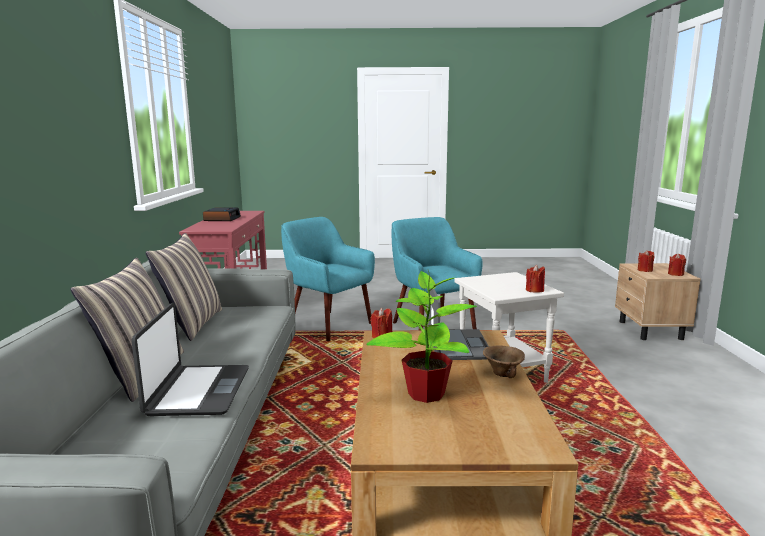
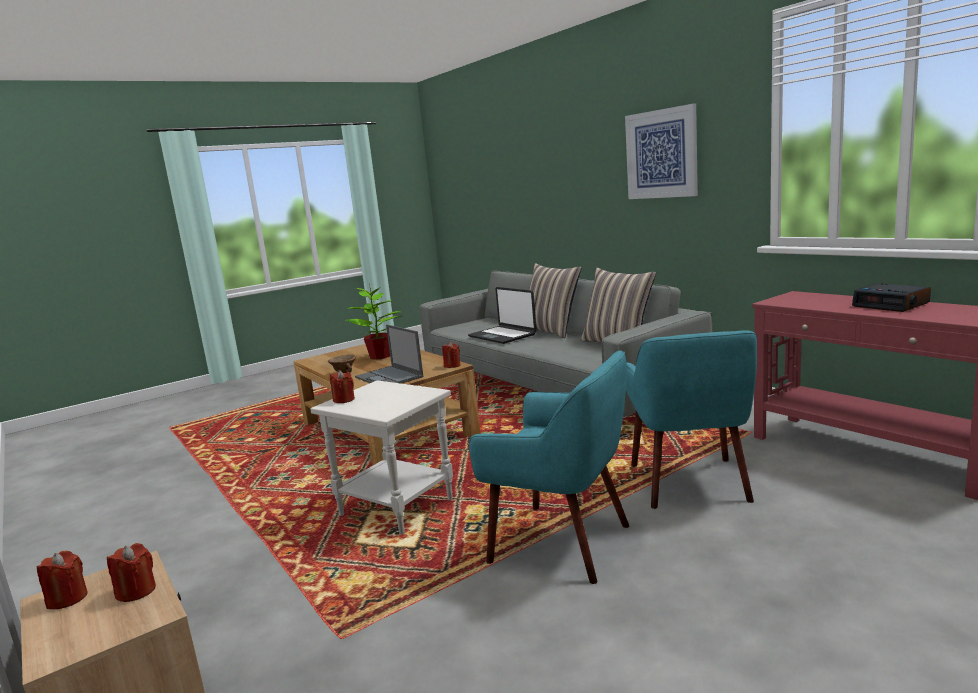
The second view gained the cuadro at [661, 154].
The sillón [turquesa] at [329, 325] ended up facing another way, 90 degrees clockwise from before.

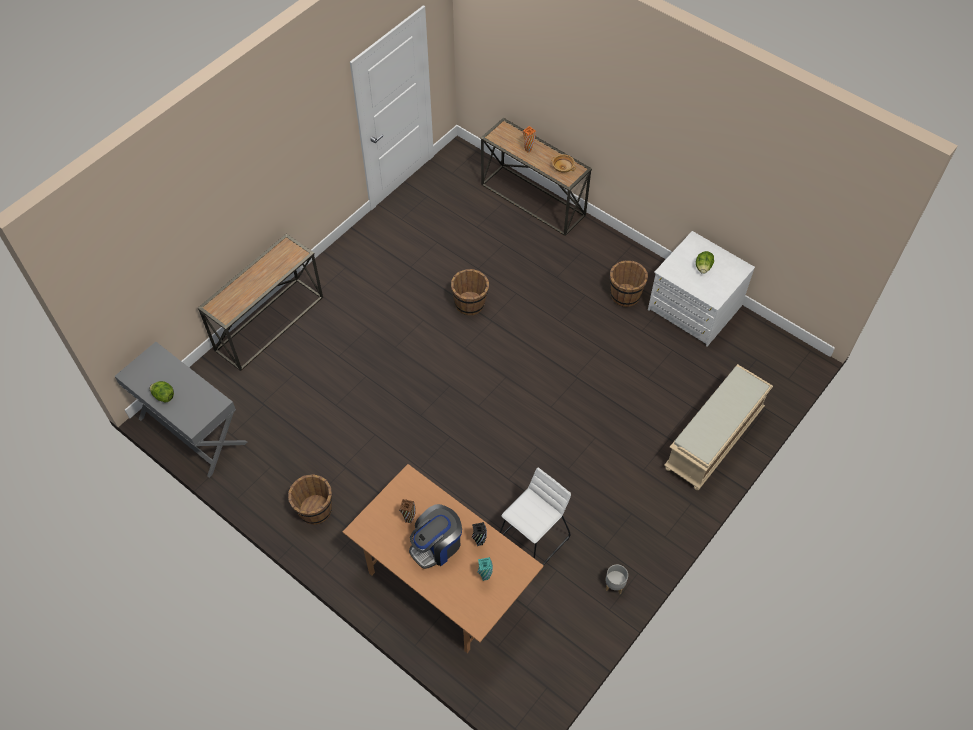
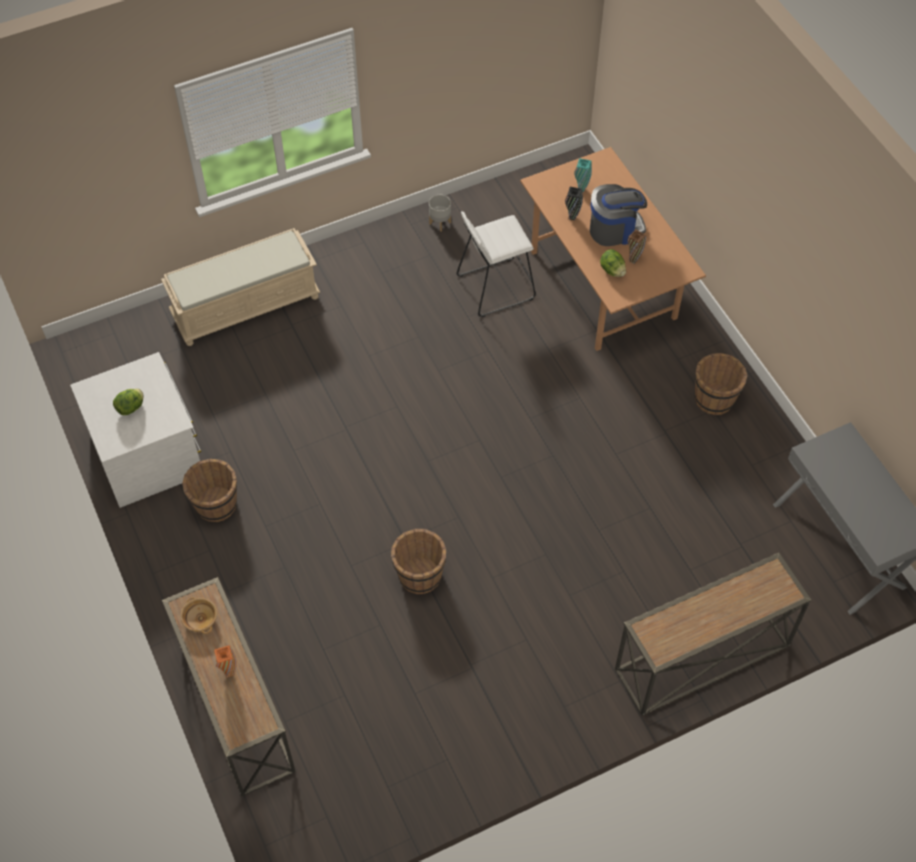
The lechuga ended up elsewhere, having gone from [163, 396] to [612, 270].

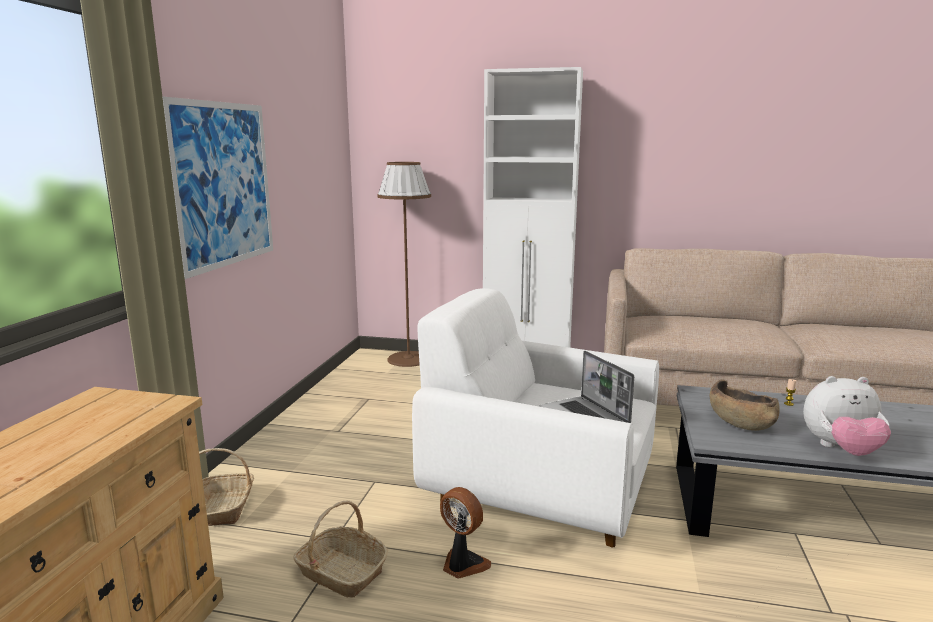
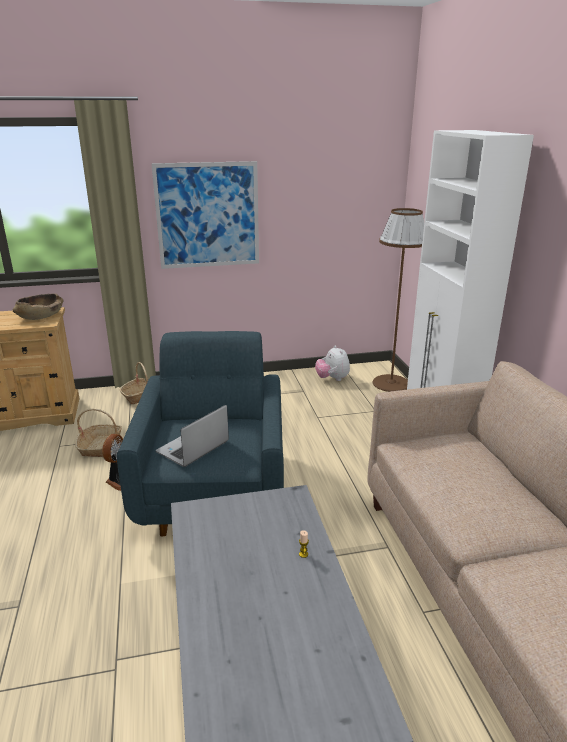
The cuenco [marrón] ended up elsewhere, having gone from [740, 421] to [40, 316].
The peluche ended up elsewhere, having gone from [841, 450] to [332, 379].
What was the sillón [blanco] at [537, 493] turned into the sillón [azul] at [213, 490].

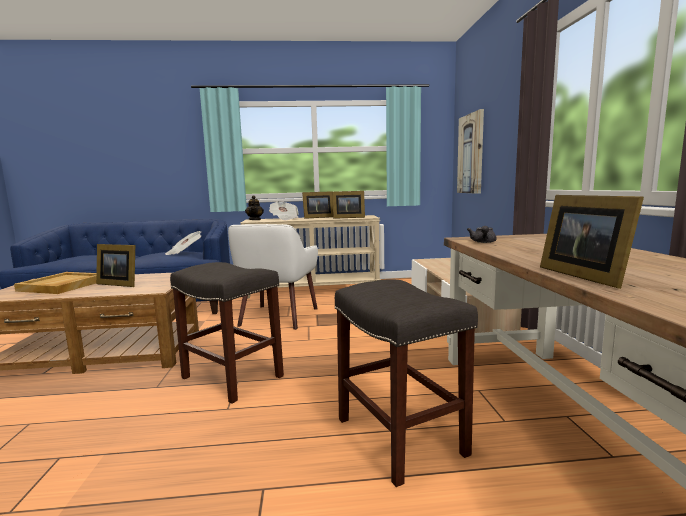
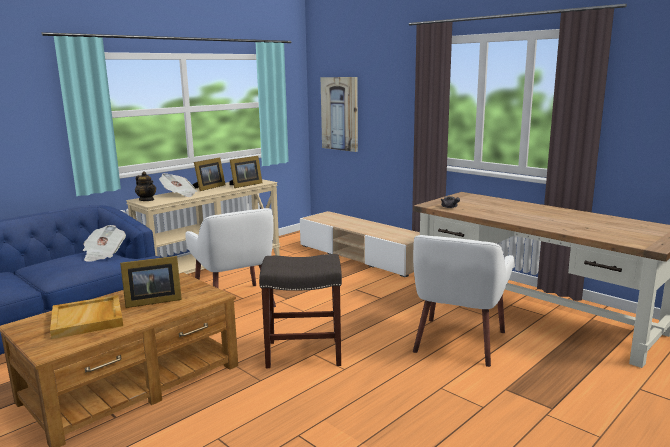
The second view lost the portarretratos at [583, 275].
Where the taburete [gris] stood at [398, 435], the sillón [blanco] came to stand at [458, 342].

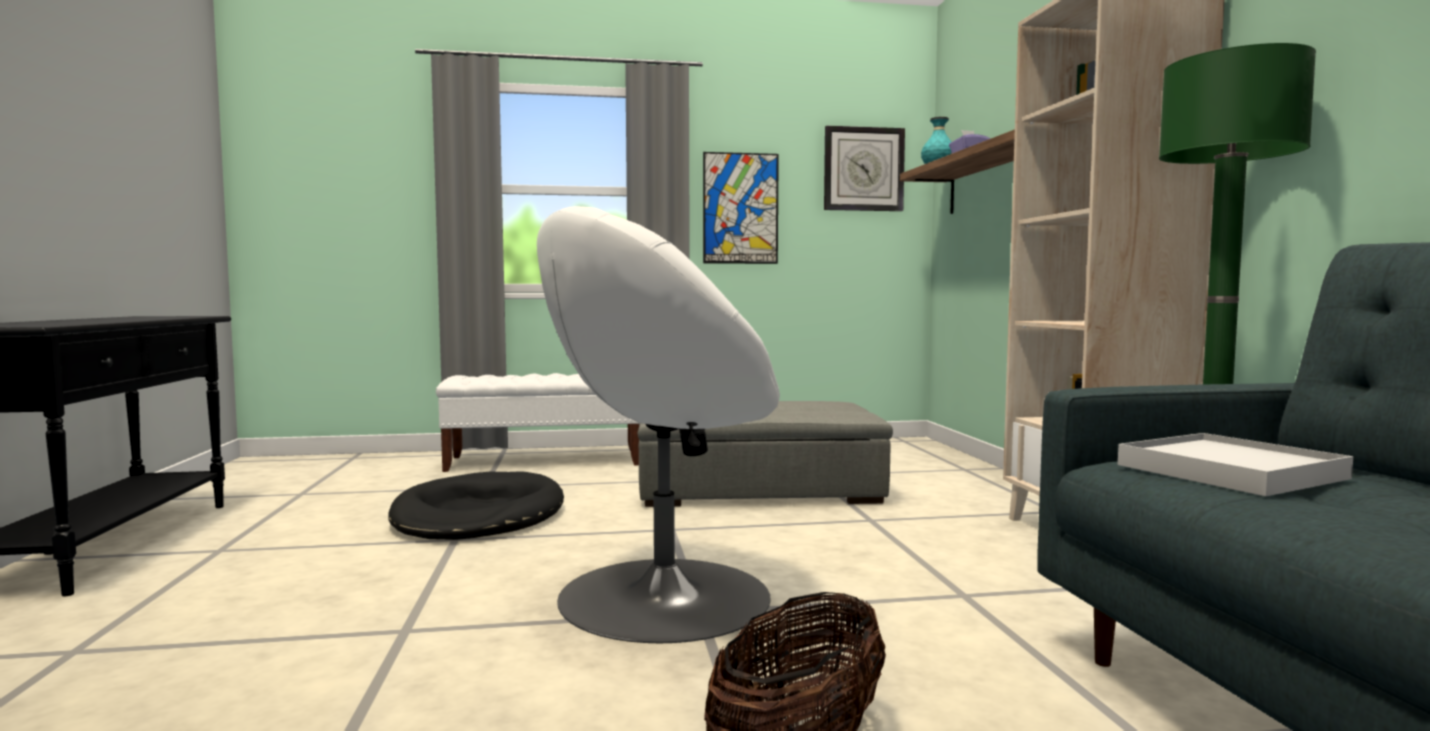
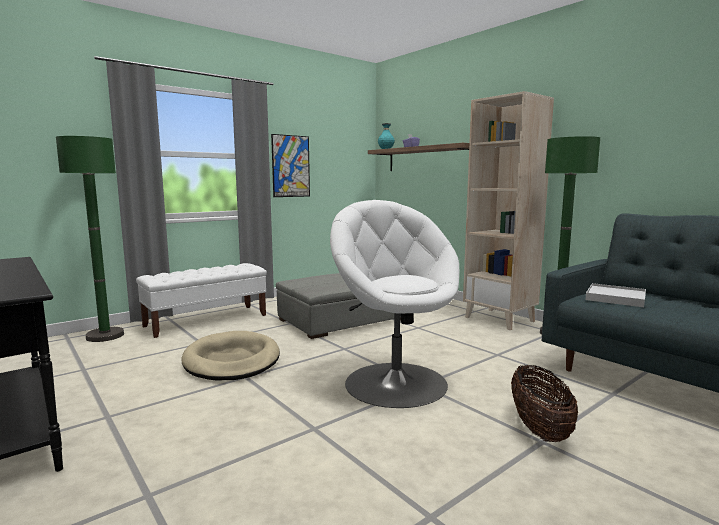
The second view lost the reloj de pared at [863, 169].
The second view gained the lámpara de pie [verde] at [105, 336].
What was the cama para perro [negro] at [478, 515] turned into the cama para perro [beis] at [232, 360].
The sillón [blanco] at [660, 596] ended up facing another way, 120 degrees clockwise from before.

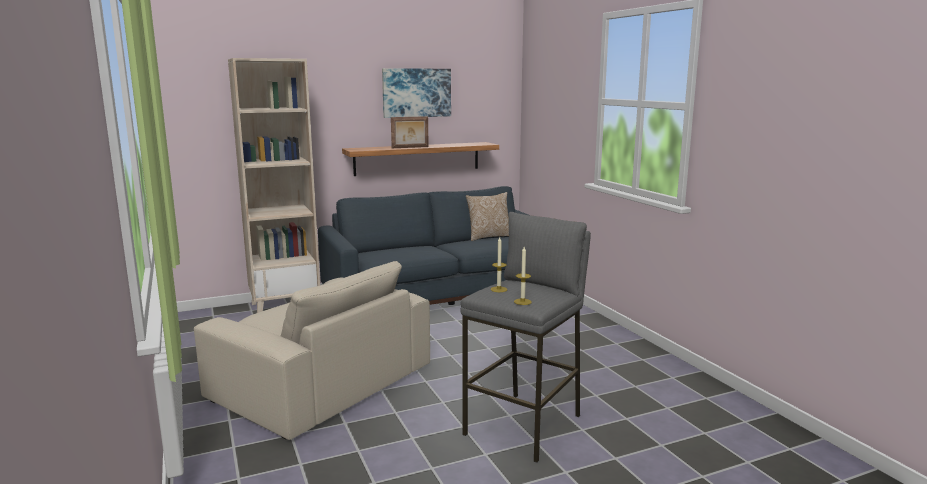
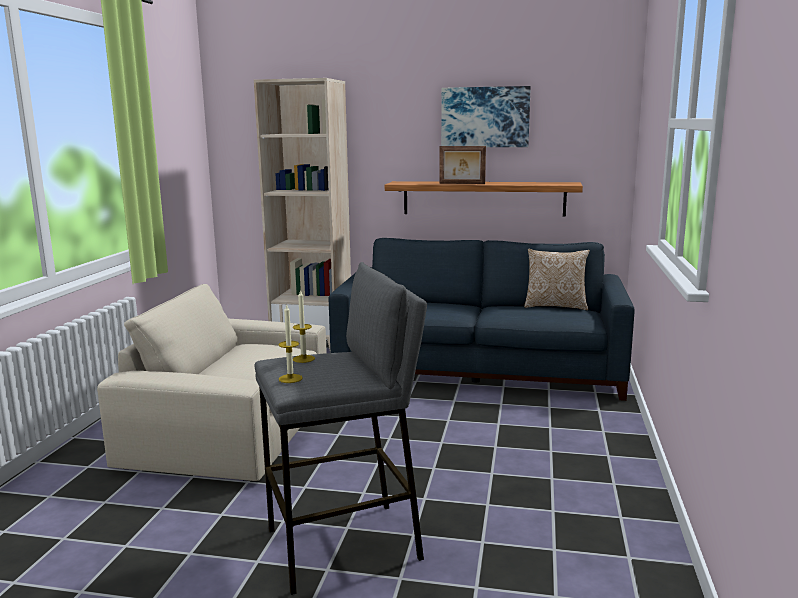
The sillón [beis] at [320, 381] ended up facing another way, 120 degrees clockwise from before.

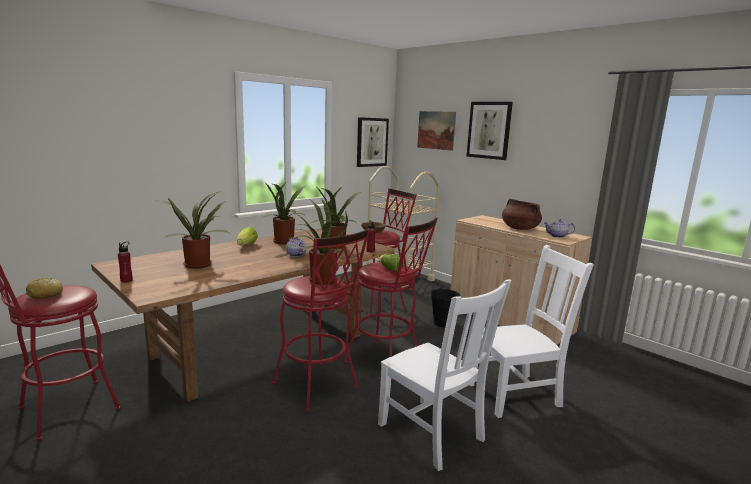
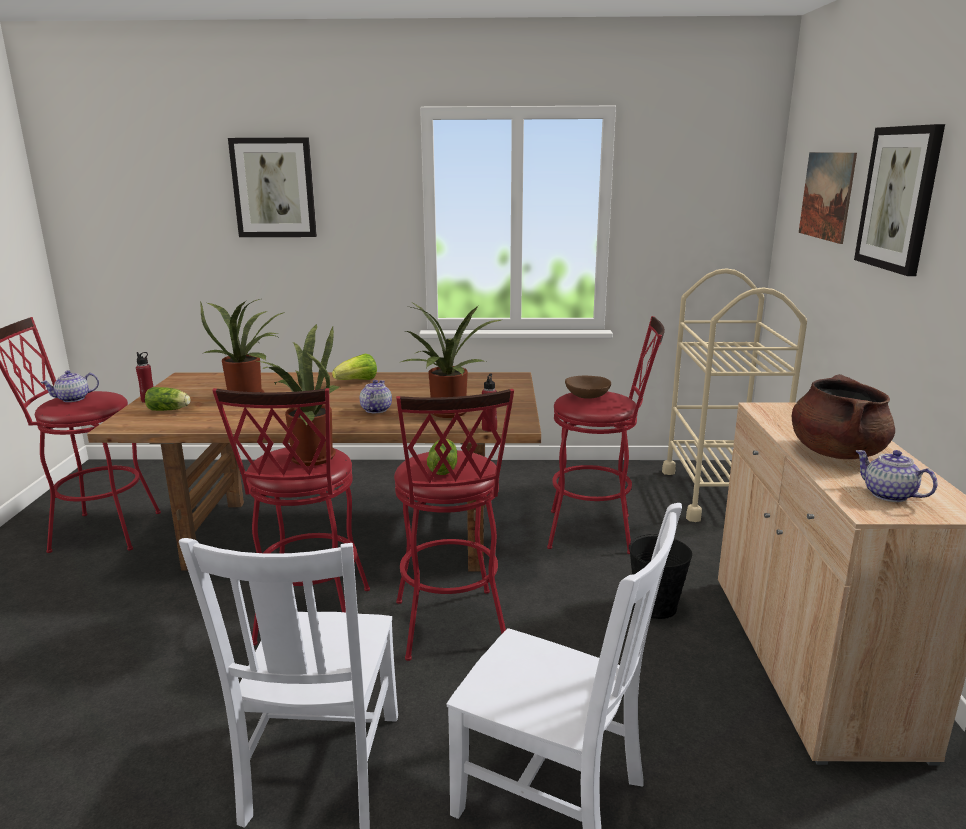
The second view lost the planta en maceta at [286, 242].
The second view gained the lechuga at [170, 410].
The cuadro ended up elsewhere, having gone from [372, 142] to [274, 188].
Where the pan stood at [45, 294], the tetera came to stand at [73, 399].

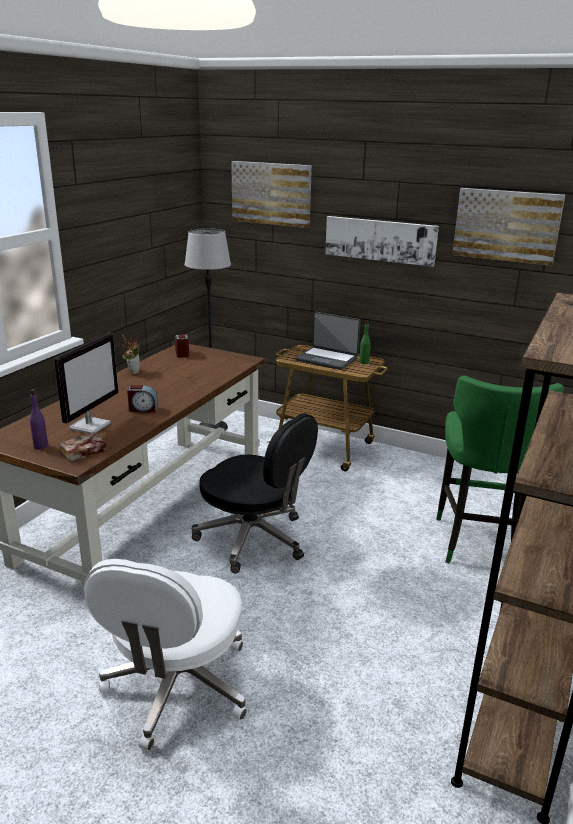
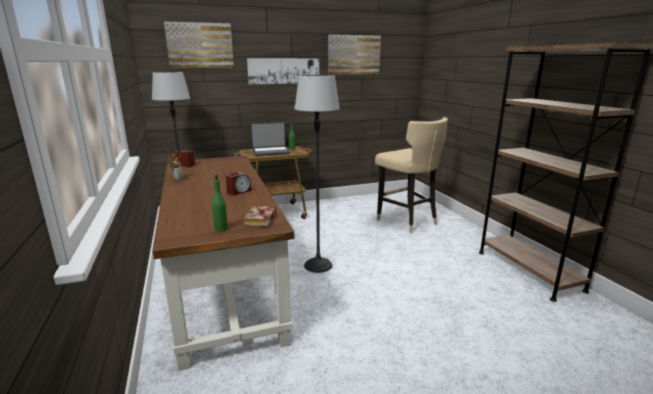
The second view lost the monitor at [90, 425].
The second view lost the silla de oficina [blanco] at [177, 688].
Where the silla de oficina [negro] stood at [254, 539], the lámpara de pie came to stand at [318, 265].
What was the botella [morado] at [41, 446] turned into the botella [verde] at [221, 229].
What was the taburete [verde] at [478, 542] turned into the taburete [beis] at [406, 221].

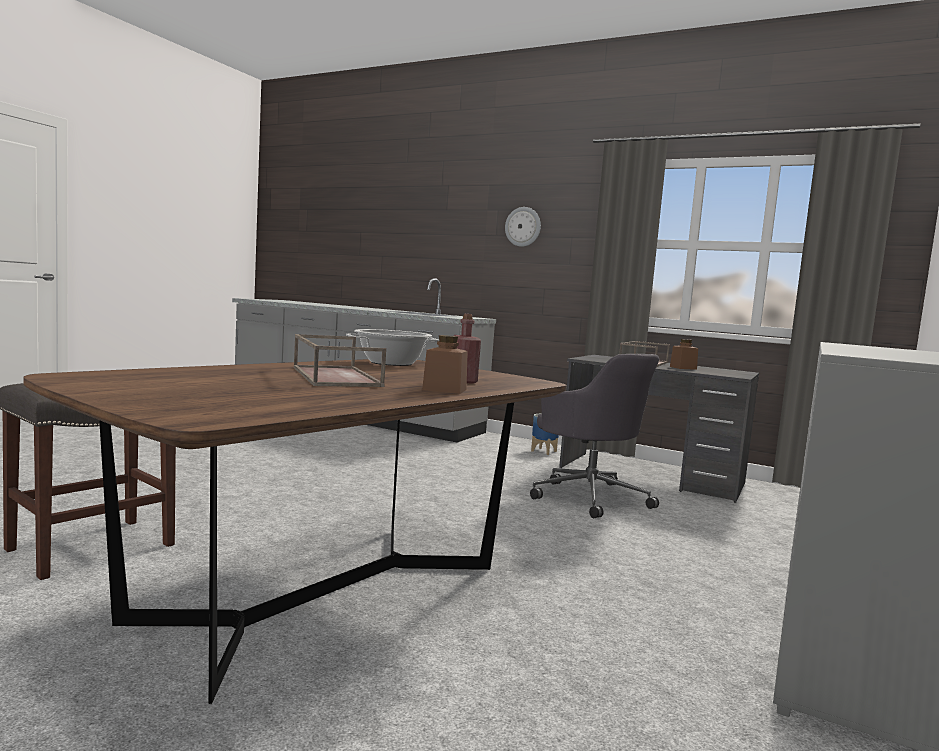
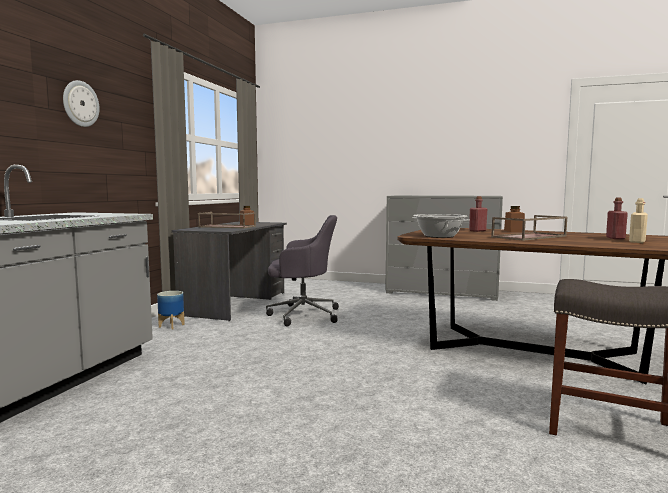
The second view gained the botella [rojo] at [615, 238].
The second view gained the botella [beis] at [637, 242].
The silla de oficina [gris] at [589, 497] ended up facing another way, 45 degrees clockwise from before.

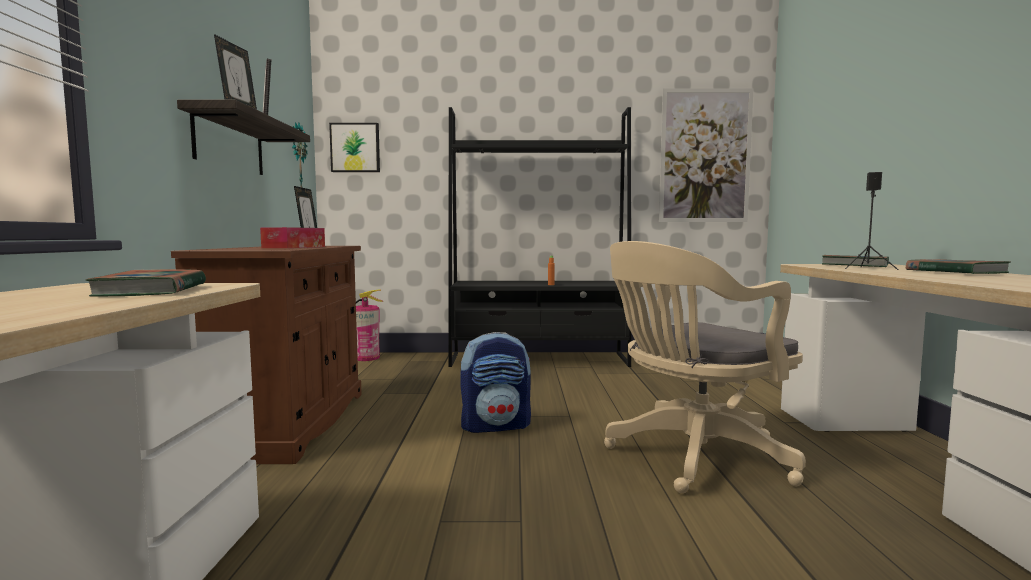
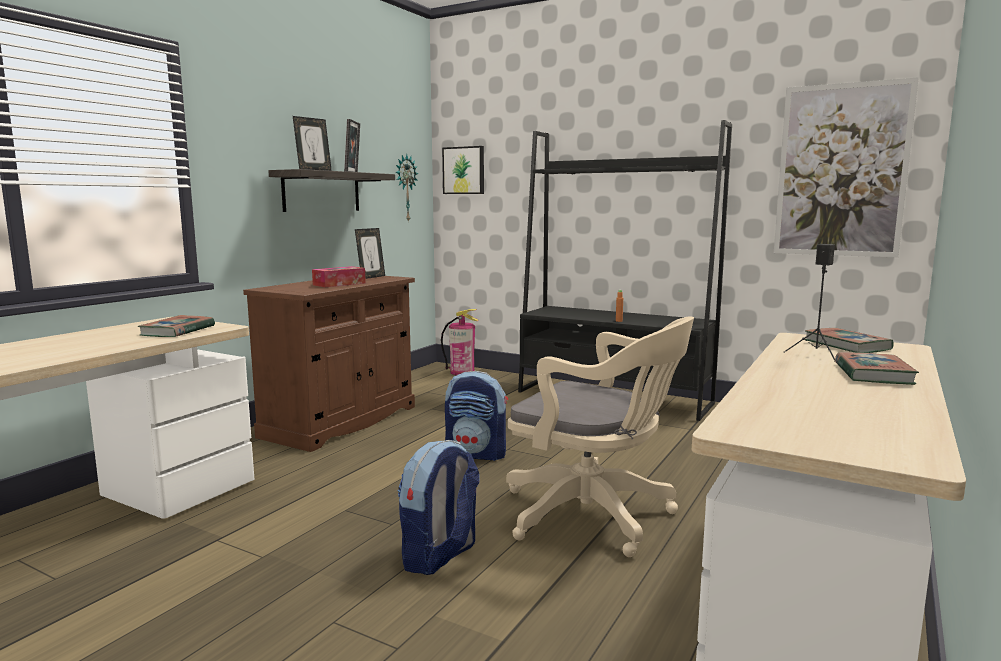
The second view gained the mochila at [440, 556].
The silla de oficina [beis] at [692, 457] ended up facing another way, 150 degrees counterclockwise from before.

